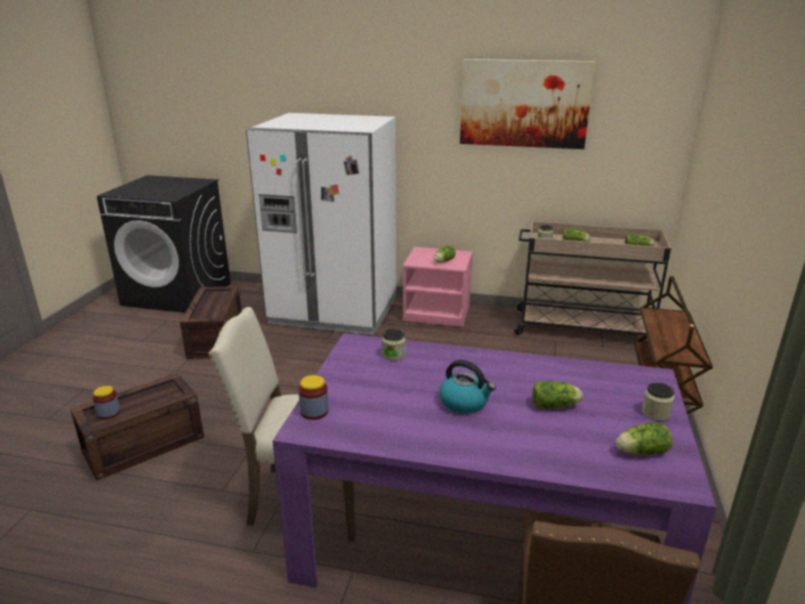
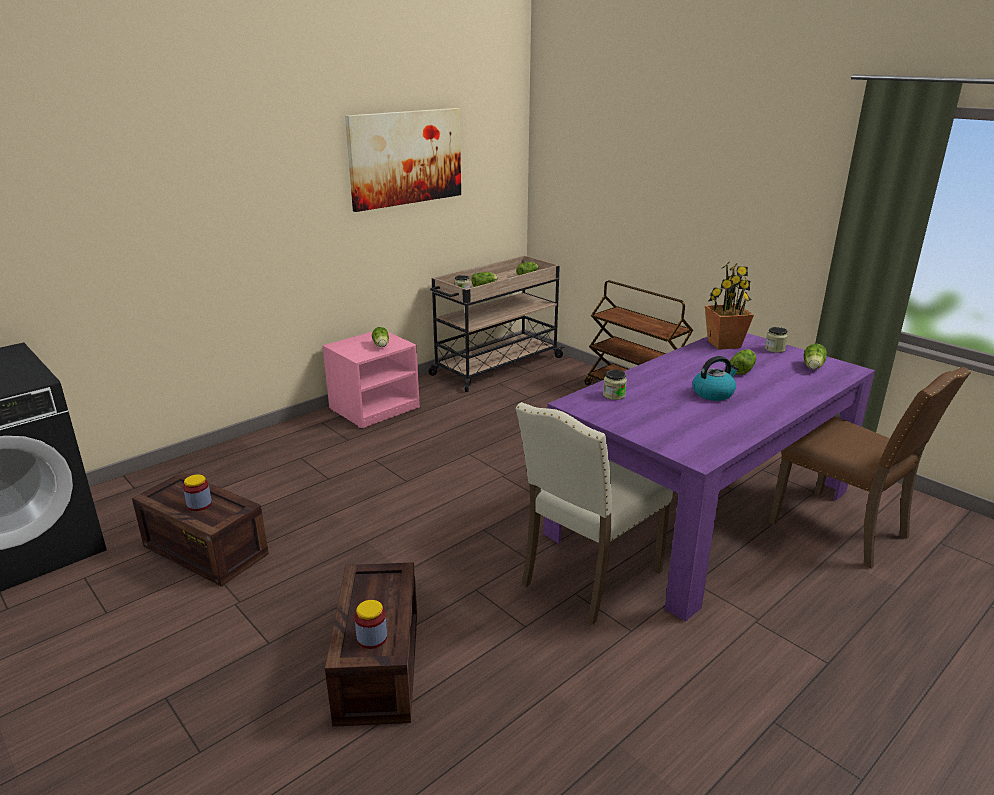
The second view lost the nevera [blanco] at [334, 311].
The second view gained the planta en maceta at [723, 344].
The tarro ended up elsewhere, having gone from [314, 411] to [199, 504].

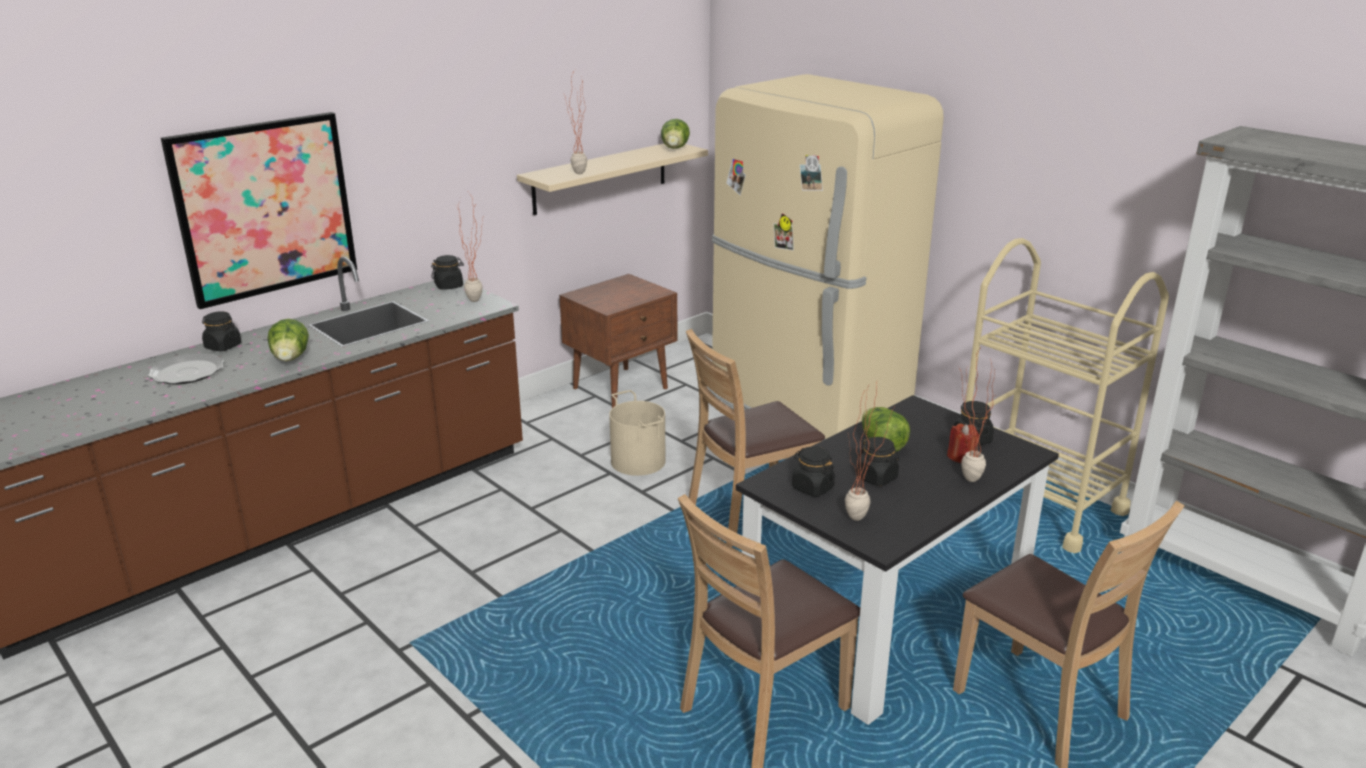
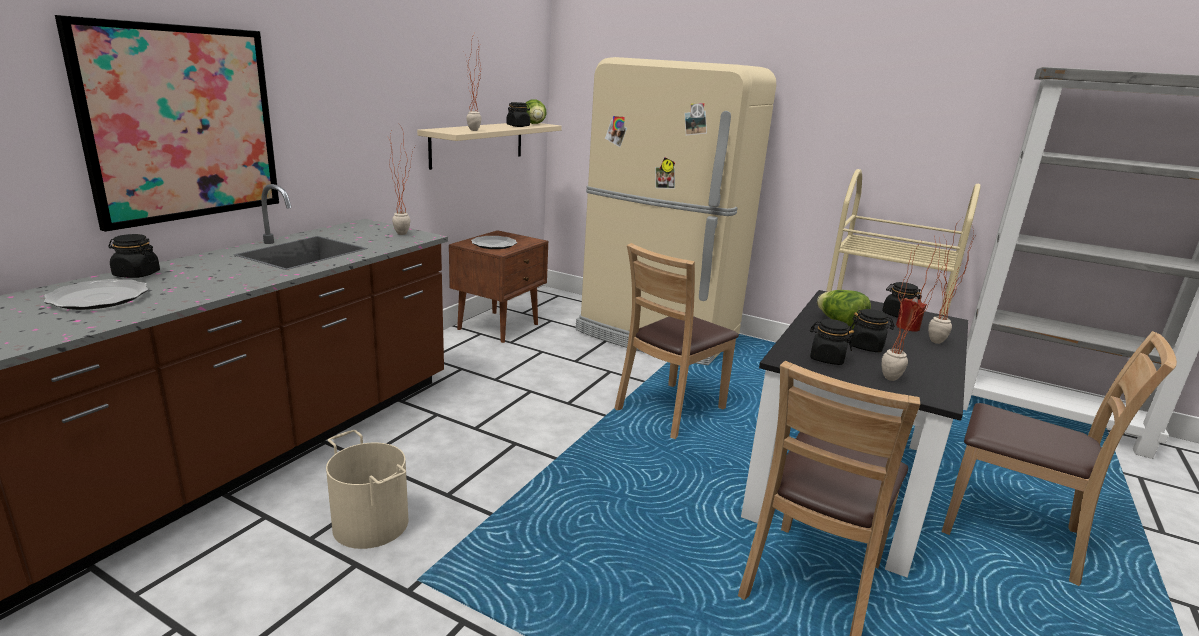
The second view lost the lechuga at [290, 359].
The second view gained the plato at [493, 244].
The tarro [negro] ended up elsewhere, having gone from [449, 286] to [518, 126].
The cubo [beis] ended up elsewhere, having gone from [639, 461] to [372, 523].

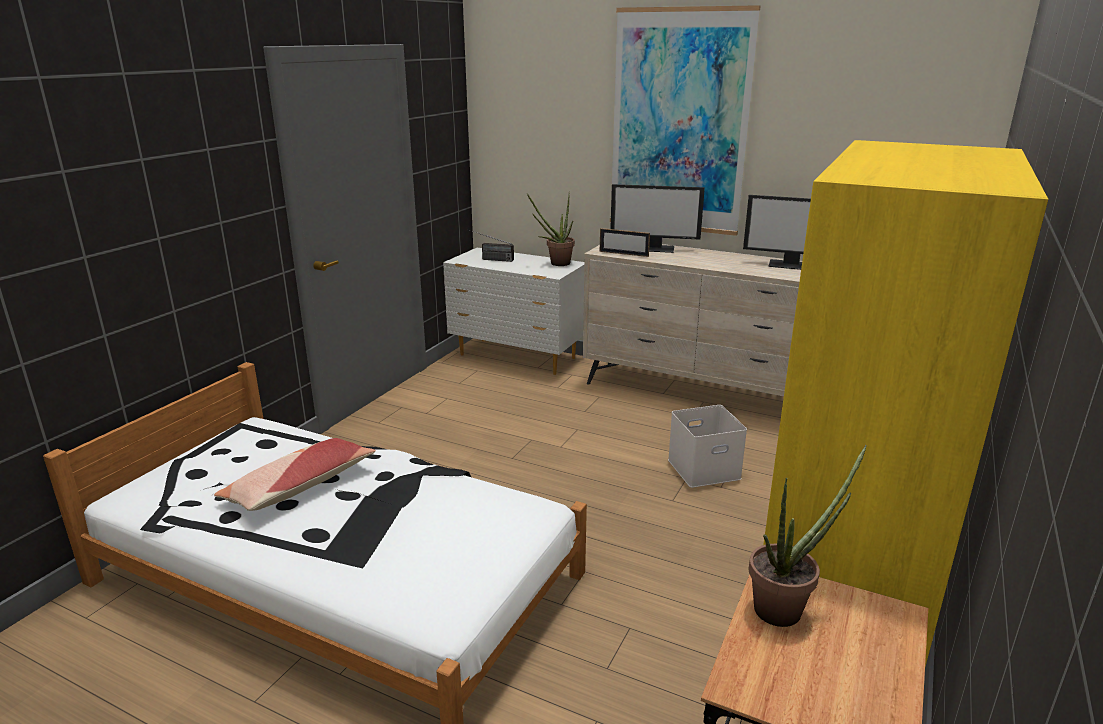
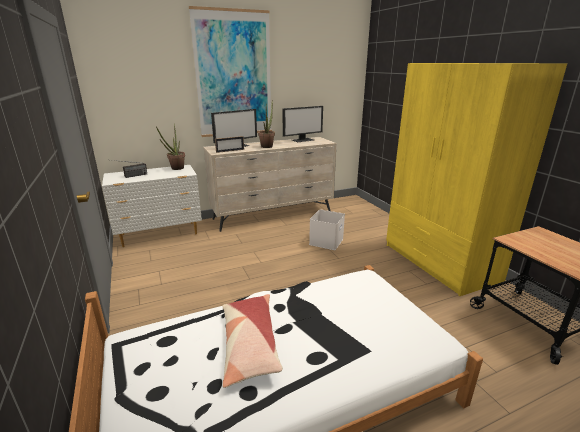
The planta en maceta ended up elsewhere, having gone from [786, 607] to [267, 146].

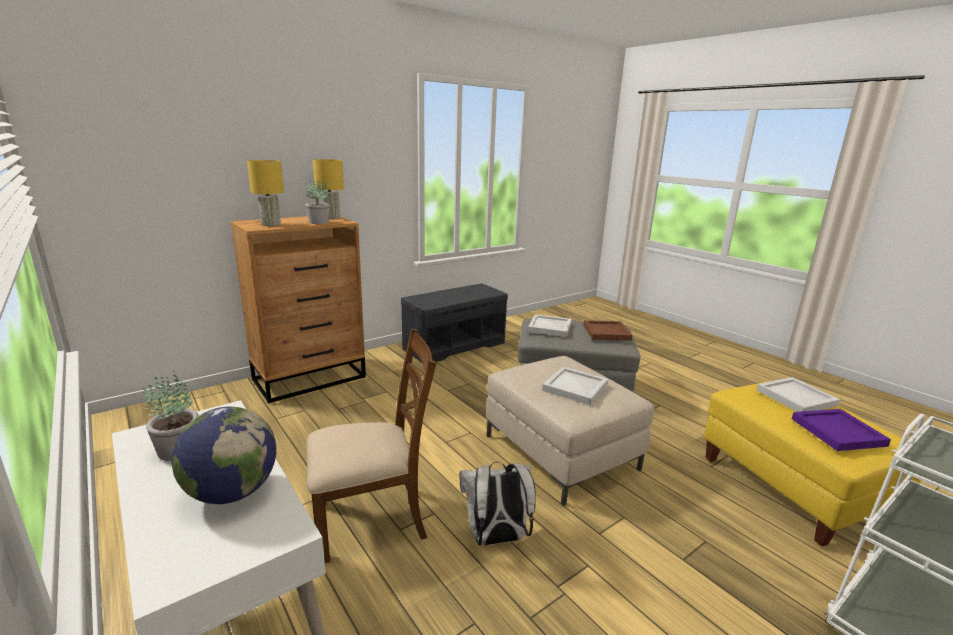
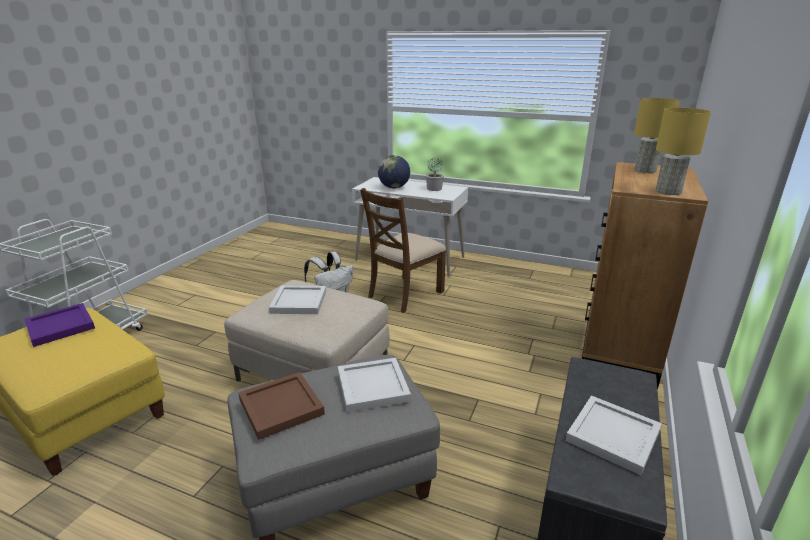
The second view lost the planta en maceta at [318, 222].
The bandeja [blanco] ended up elsewhere, having gone from [794, 397] to [614, 435].

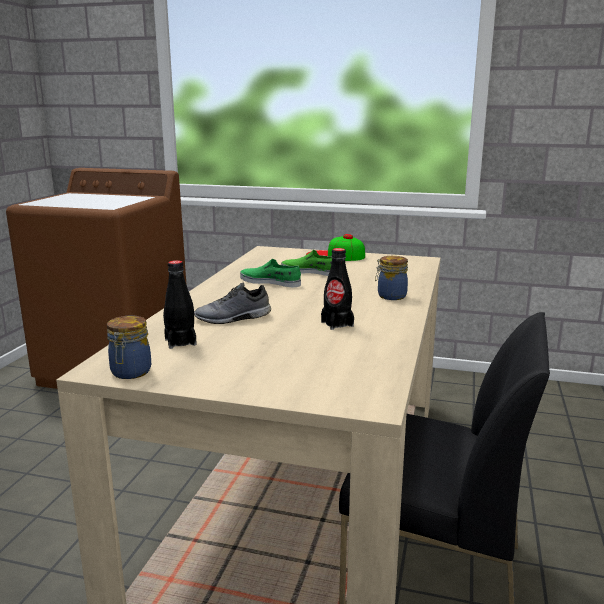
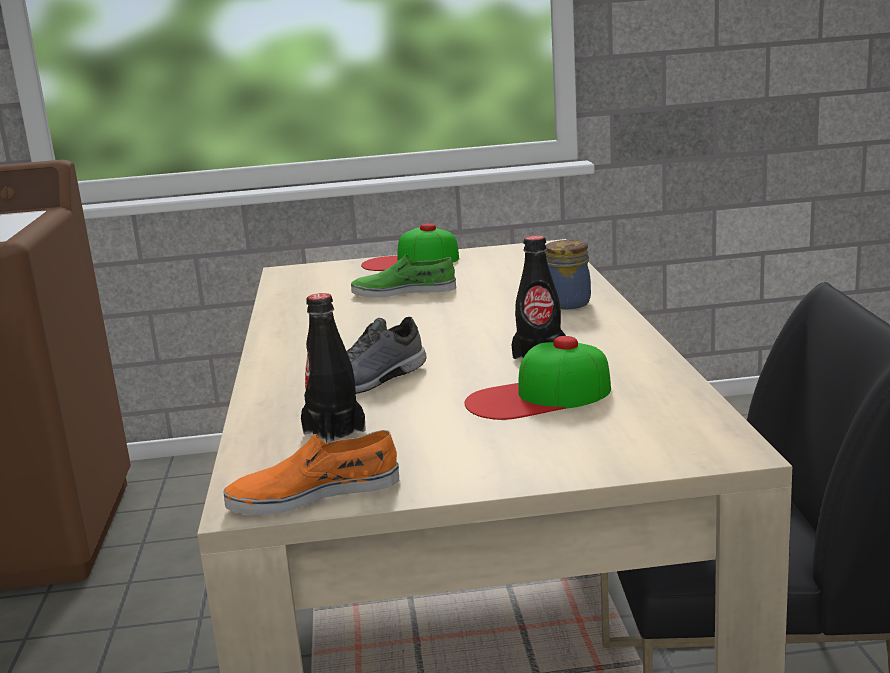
The second view lost the zapato [verde] at [270, 282].
The second view gained the gorra at [538, 397].
Where the tarro stood at [130, 373], the zapato [naranja] came to stand at [314, 493].

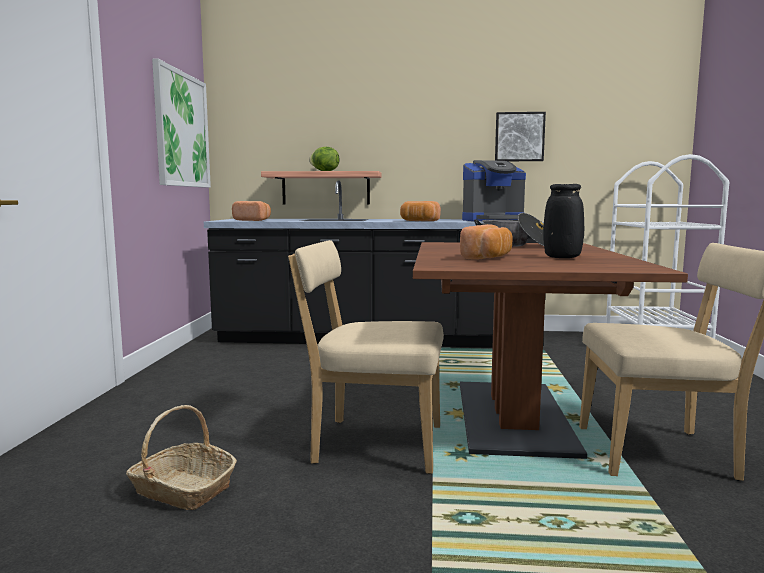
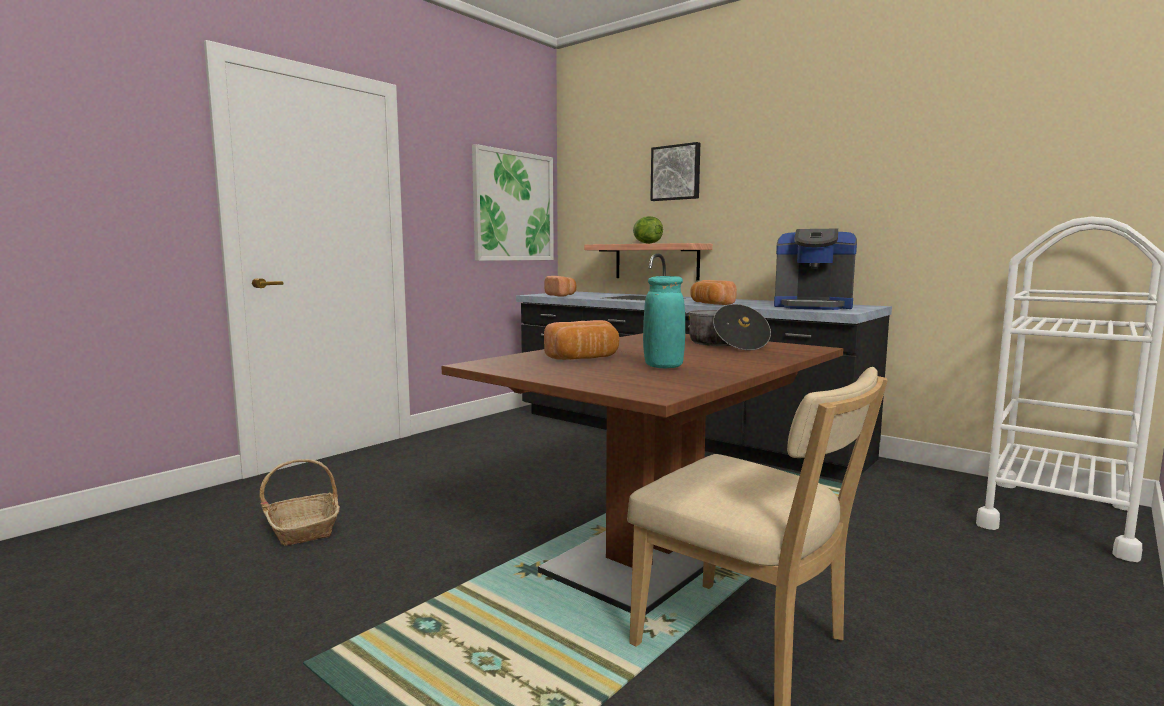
The second view lost the silla [beis] at [371, 444].
The cuadro ended up elsewhere, having gone from [519, 137] to [676, 172].
What was the florero [negro] at [562, 257] turned into the florero [turquesa] at [663, 367].

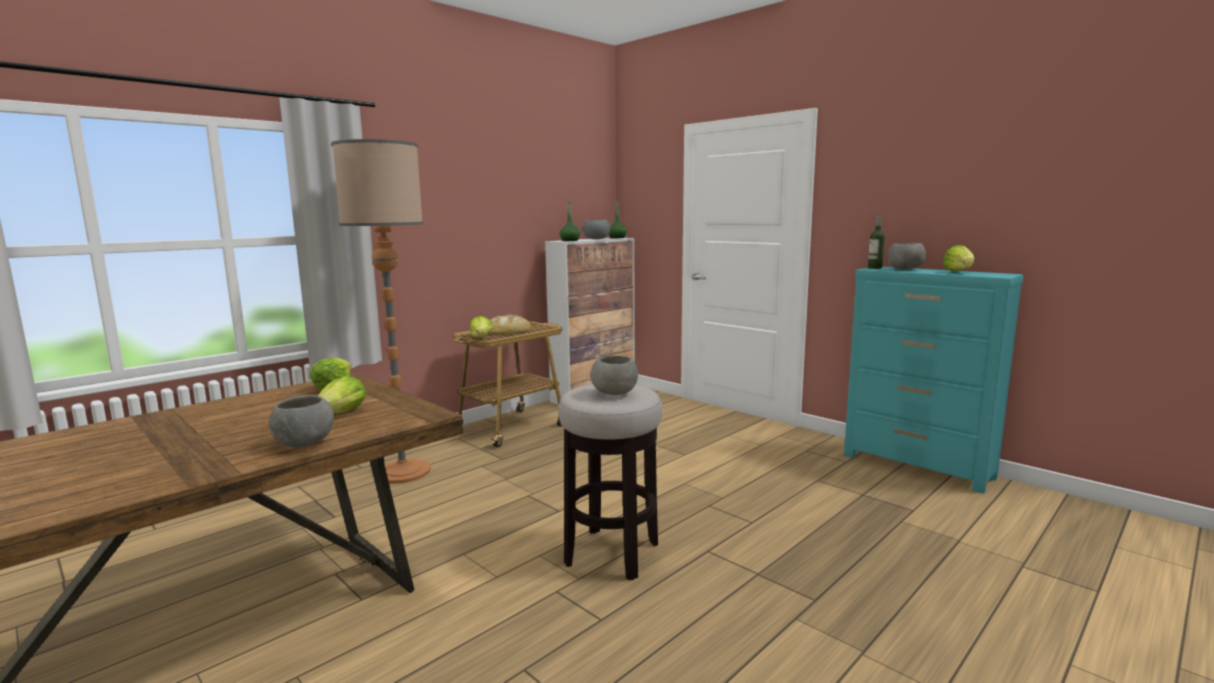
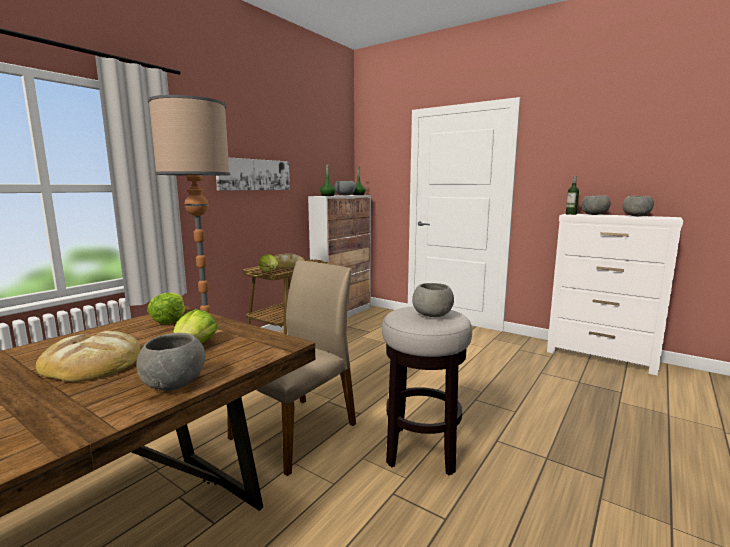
The second view gained the pan at [93, 363].
The second view gained the cuadro at [254, 174].
The second view gained the silla [beis] at [296, 431].
Where the lechuga stood at [959, 272], the cuenco [gris] came to stand at [636, 216].
What was the cómoda [turquesa] at [918, 467] turned into the cómoda [blanco] at [601, 358].

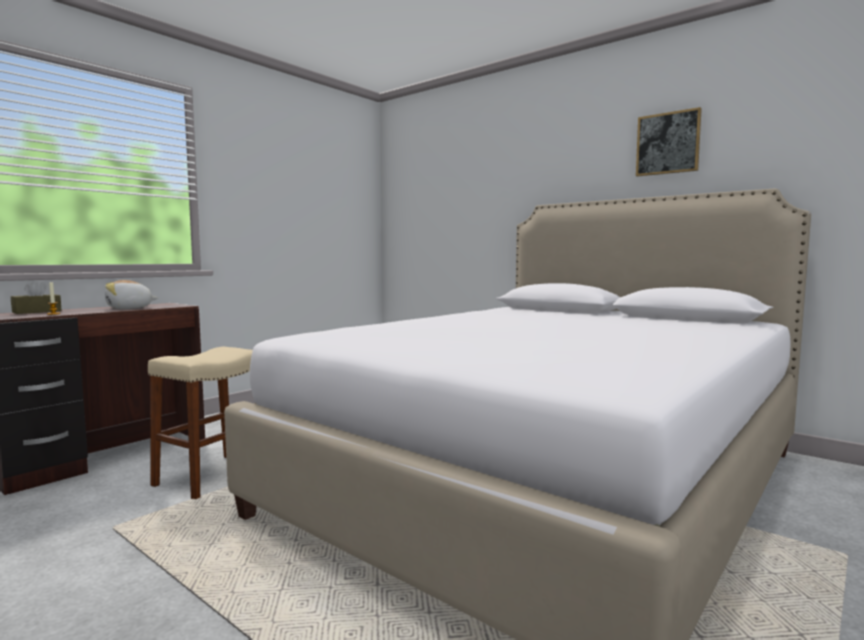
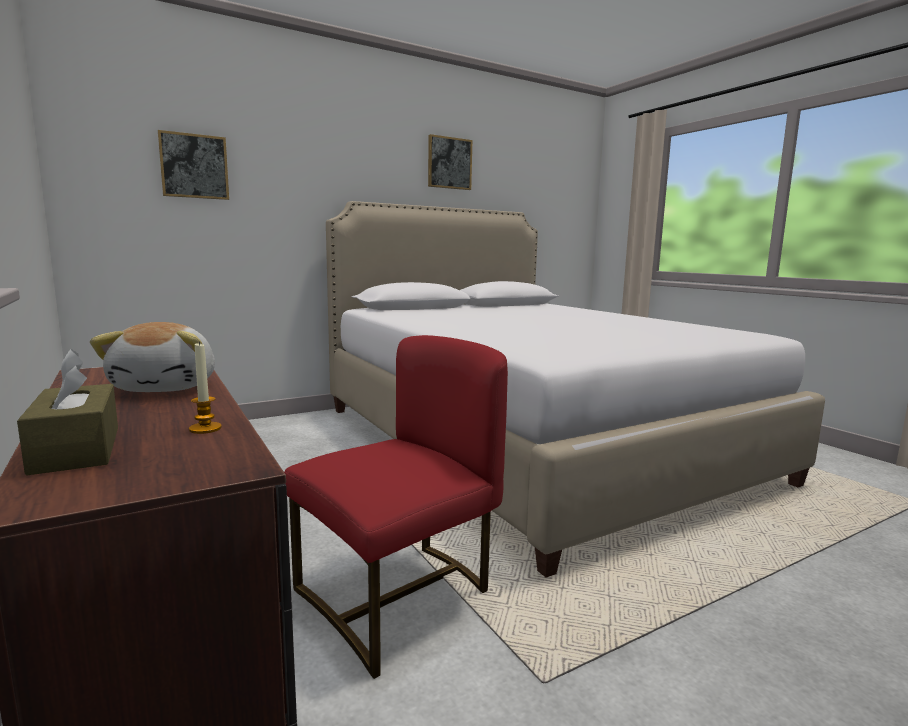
The second view gained the cuadro at [194, 166].
Where the taburete [beis] stood at [213, 476], the silla [rojo] came to stand at [399, 597].

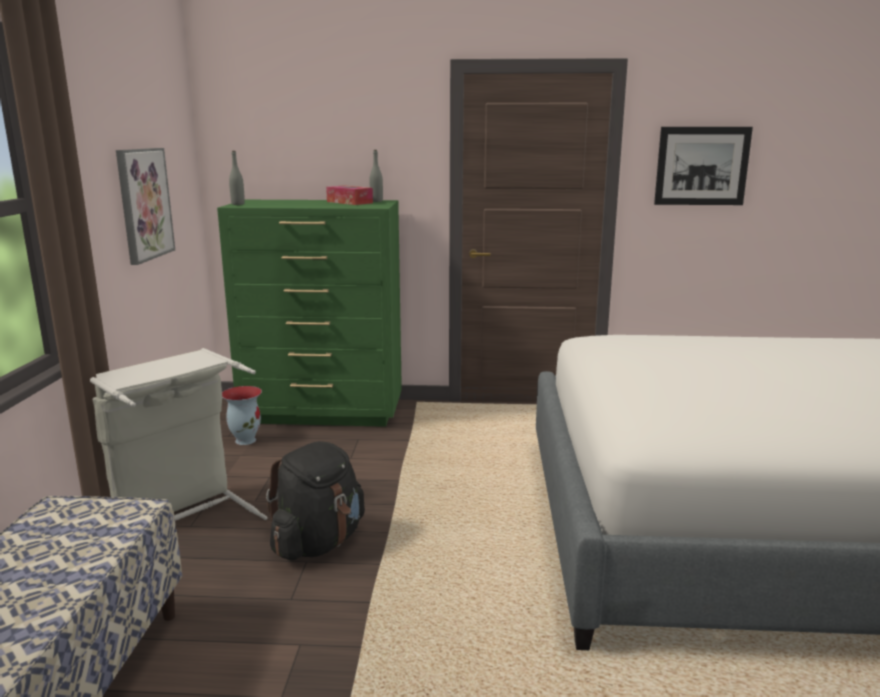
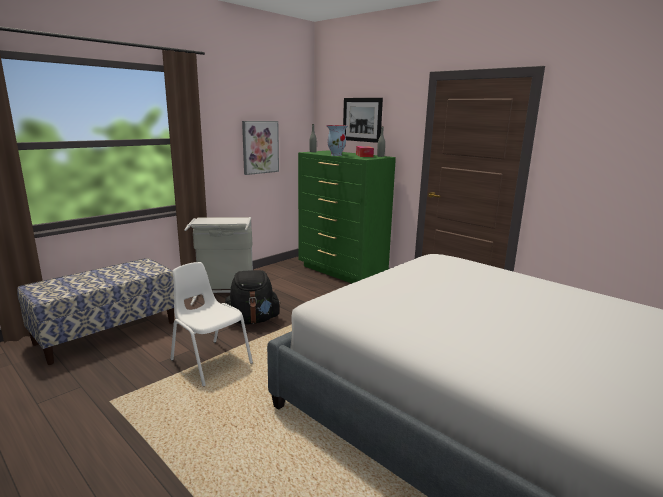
The second view gained the silla [blanco] at [210, 361].
The florero ended up elsewhere, having gone from [245, 440] to [336, 155].
The cuadro ended up elsewhere, having gone from [702, 166] to [362, 119].

